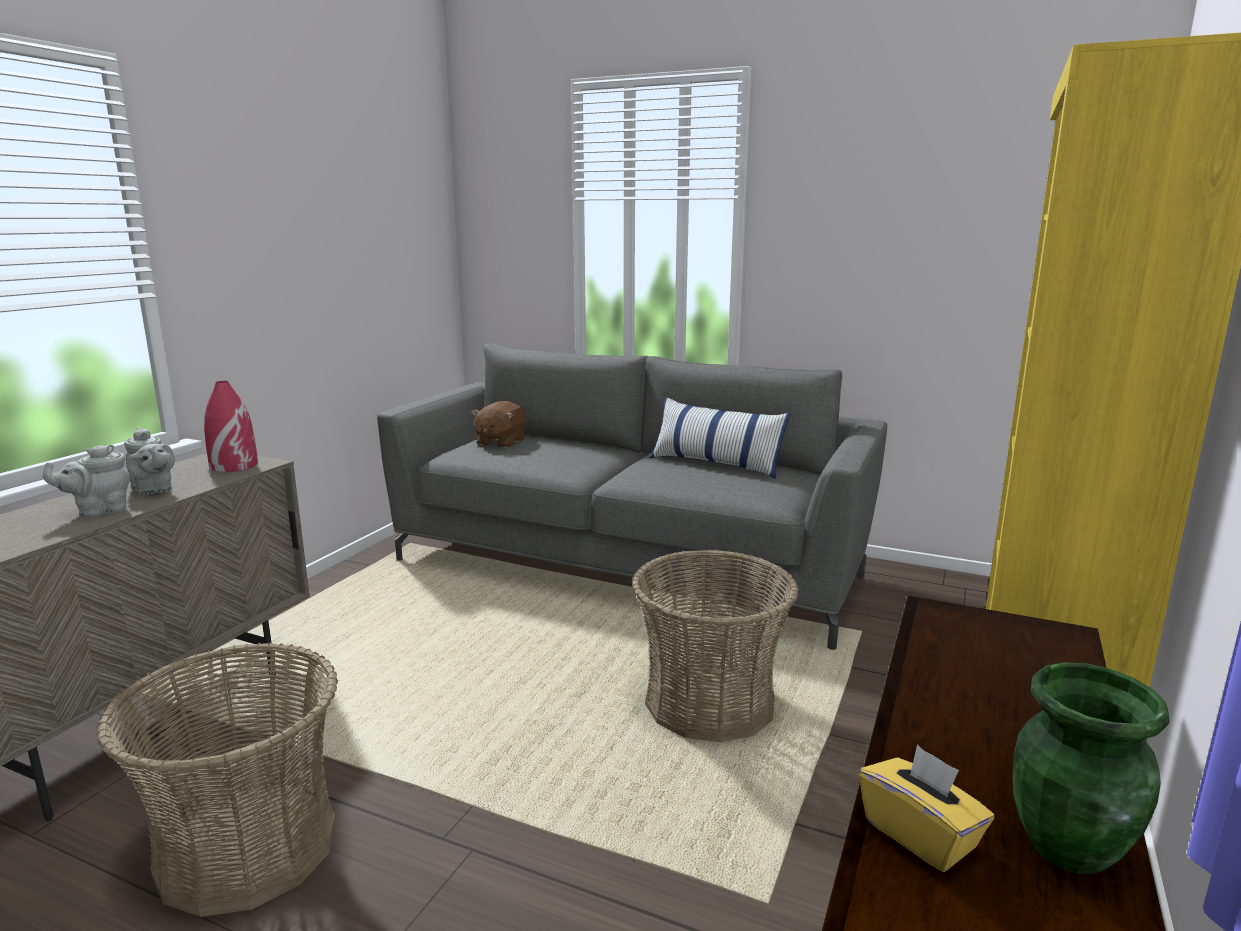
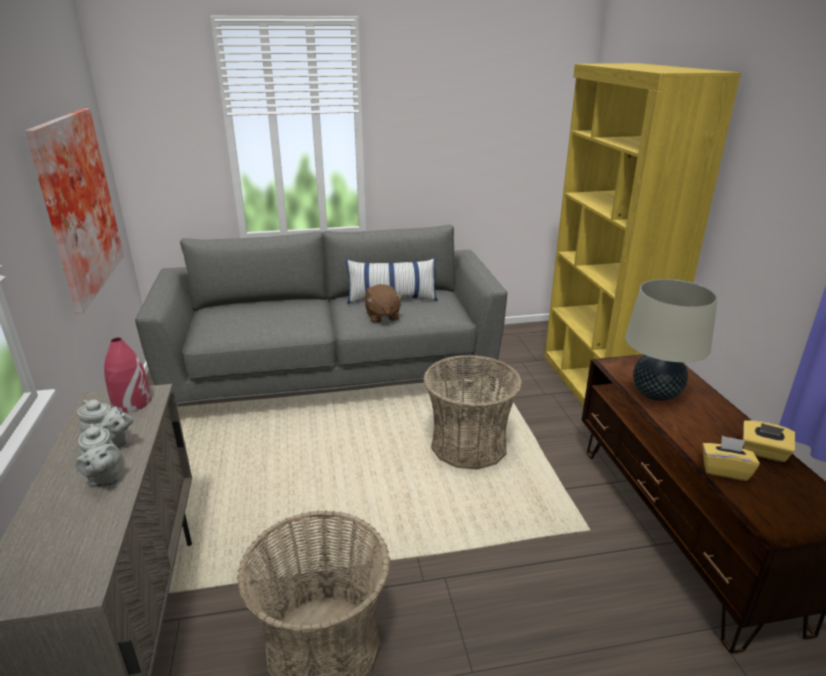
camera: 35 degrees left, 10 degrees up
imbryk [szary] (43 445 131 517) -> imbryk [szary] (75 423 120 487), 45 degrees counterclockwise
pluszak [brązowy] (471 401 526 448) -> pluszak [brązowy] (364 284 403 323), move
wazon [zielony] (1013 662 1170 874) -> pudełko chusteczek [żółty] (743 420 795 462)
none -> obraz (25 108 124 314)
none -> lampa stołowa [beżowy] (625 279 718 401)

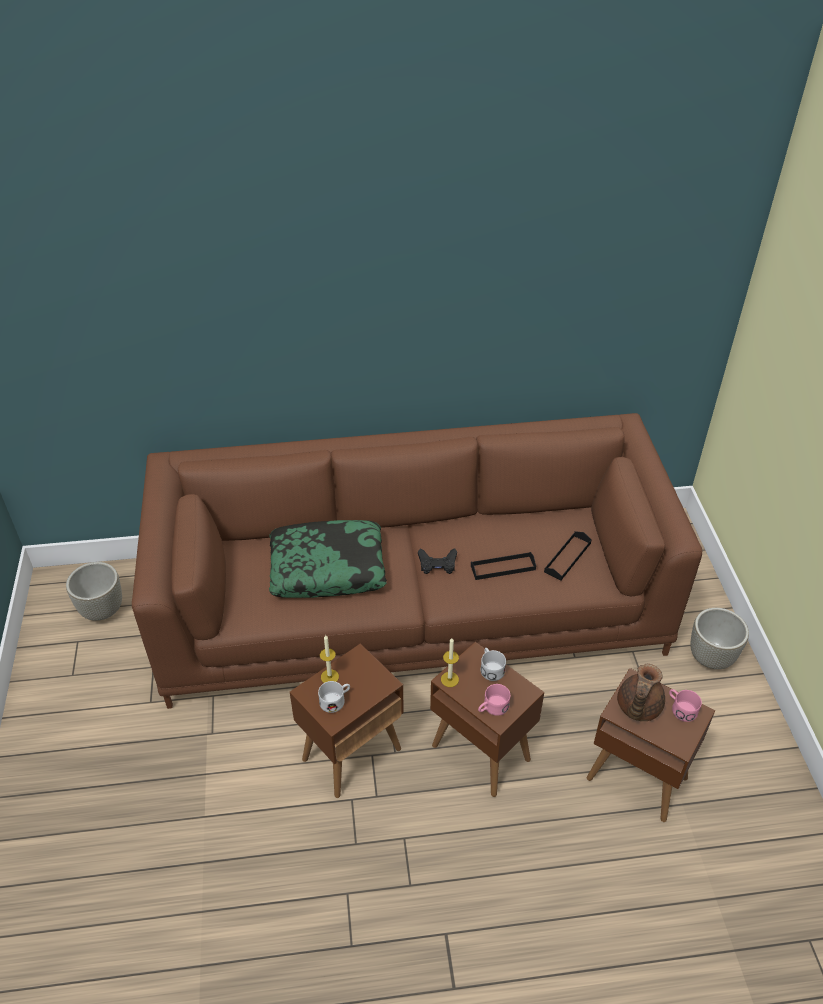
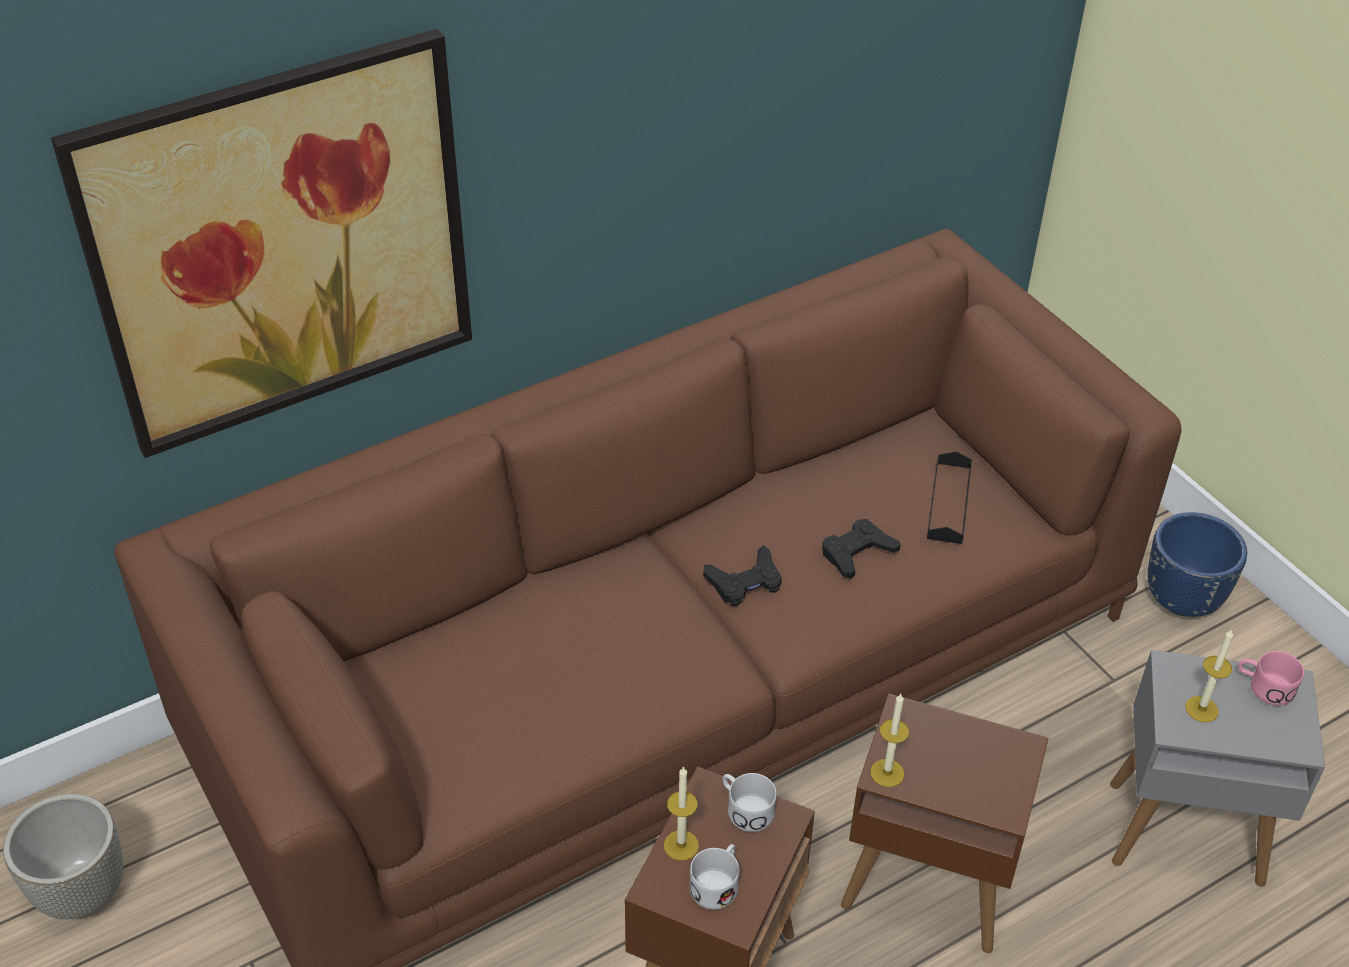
camera: 25 degrees left, 0 degrees up
poduszka (269 520 387 598) -> none
taca [czarny] (471 552 536 580) -> pad do gier [czarny] (822 519 901 579)
kubek [różowy] (478 684 510 716) -> none
kubek [biały] (481 648 506 681) -> kubek [biały] (722 773 777 832), move
stolik [brązowy] (587 668 715 822) -> stolik [szary] (1110 650 1325 887)
imbryk [brązowy] (617 664 665 721) -> świeca (1185 629 1233 722)
donica [szary] (690 608 749 669) -> donica [niebieski] (1148 512 1247 617)
none -> obraz (51 29 472 458)

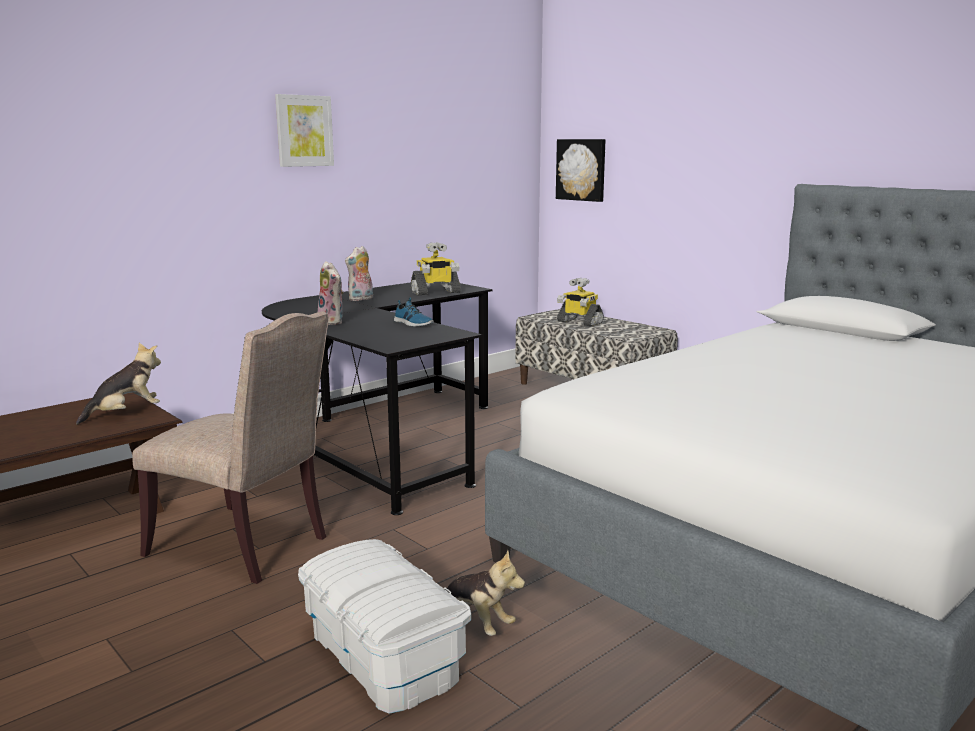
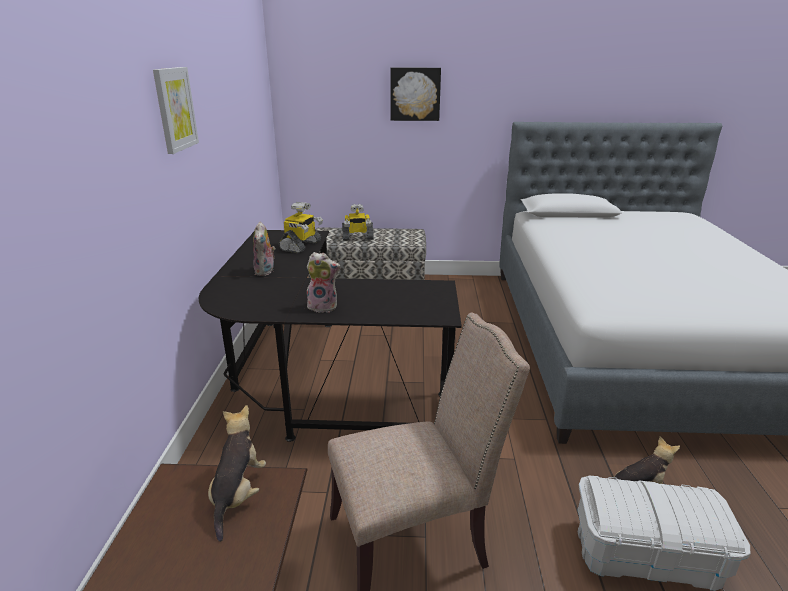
camera: 45 degrees left, 10 degrees up
but (394 297 434 327) -> none
obraz (556 139 605 202) -> obraz (390 68 441 121), move

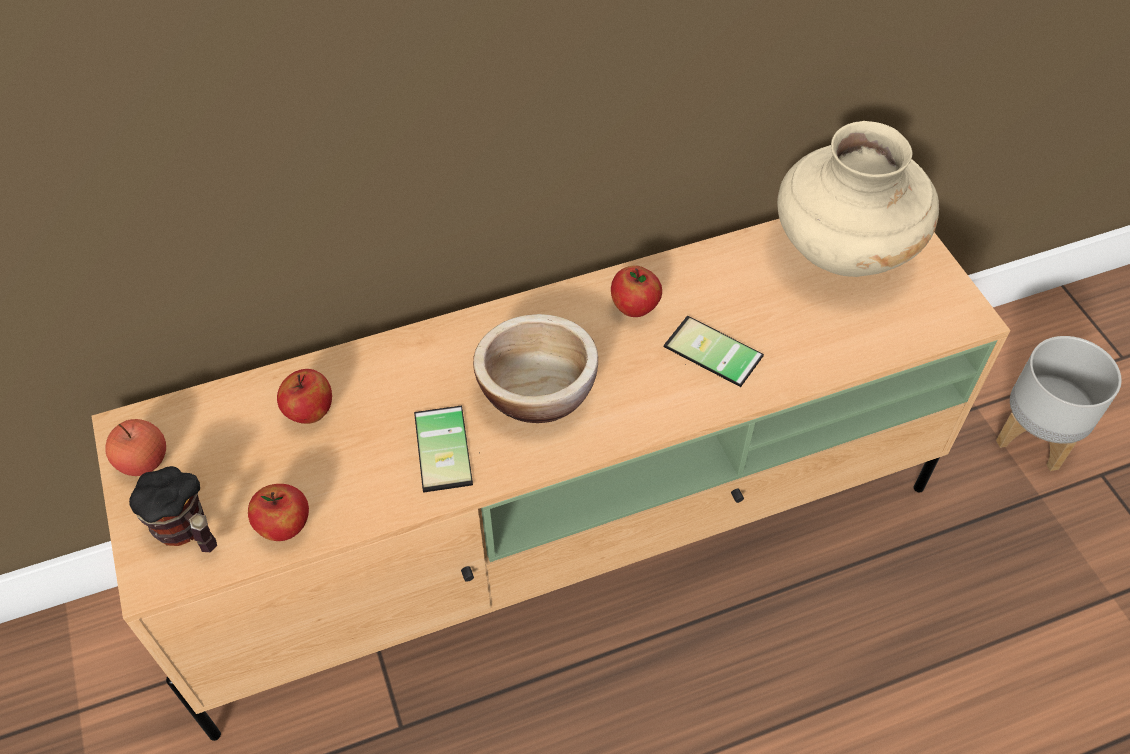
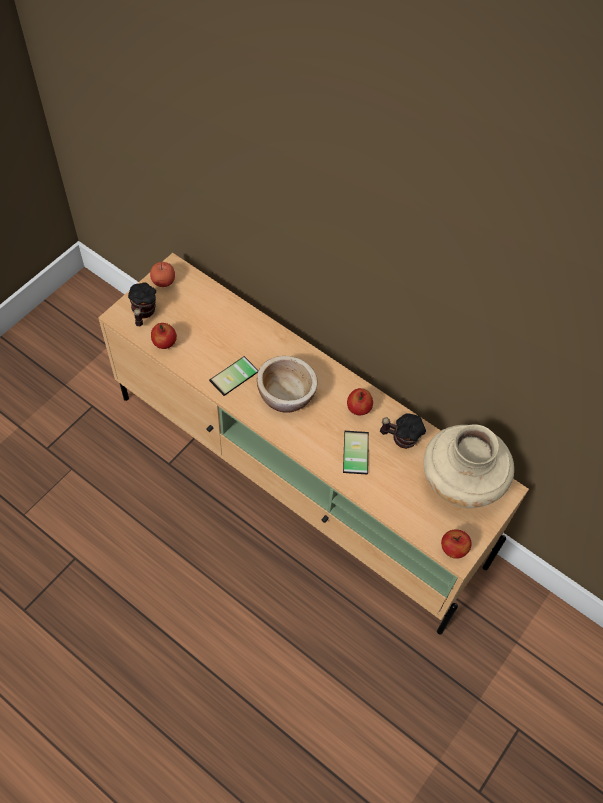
camera: 55 degrees right, 5 degrees up
jabłko (277 369 332 424) -> jabłko (441 530 472 559), move
donica [szary] (996 336 1122 471) -> none
none -> kubek (380 413 426 449)

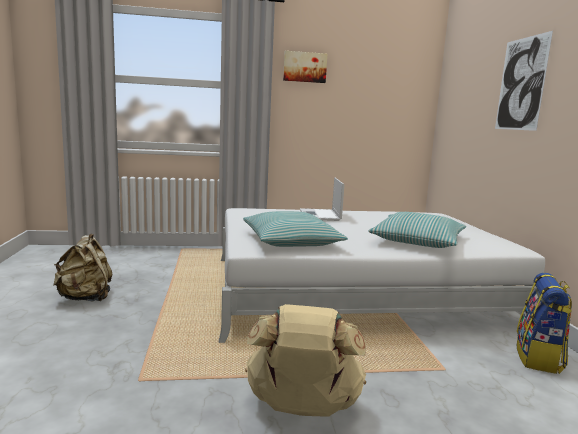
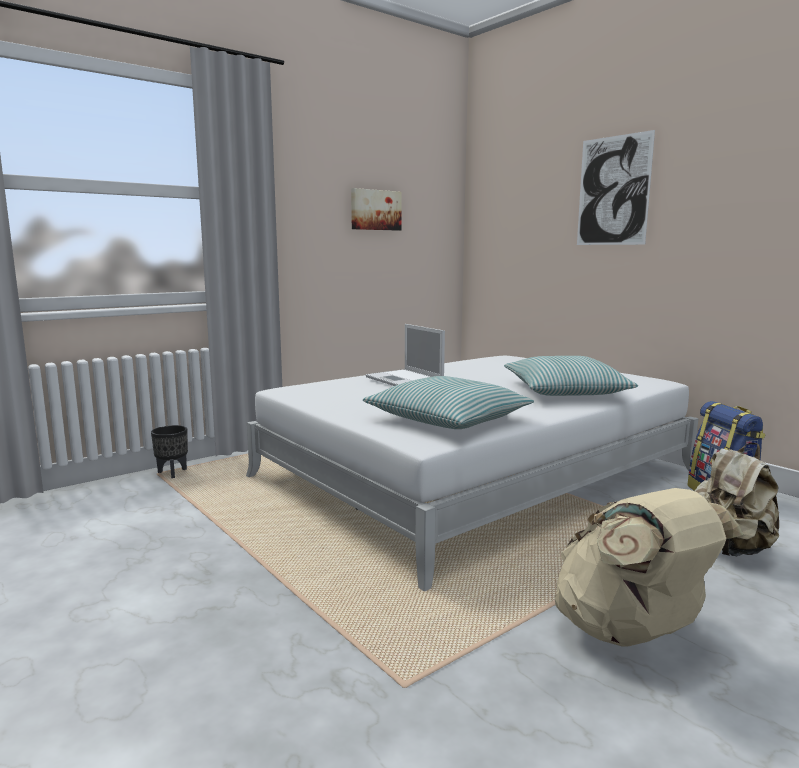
camera: 30 degrees left, 0 degrees up
plecak [beżowy] (53 234 113 301) -> plecak [beżowy] (695 443 779 556), move
obraz (283 51 327 83) -> obraz (351 188 402 231), move
none -> donica [czarny] (151 425 188 478)

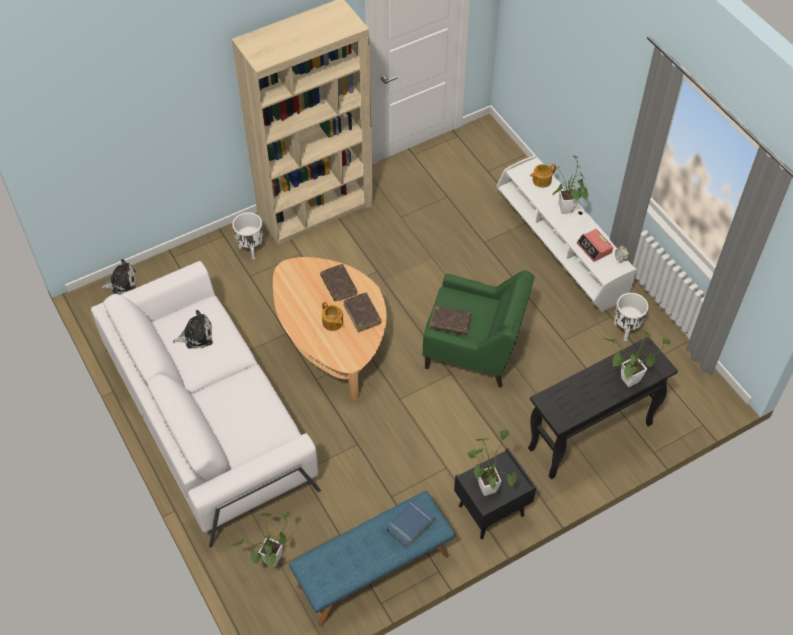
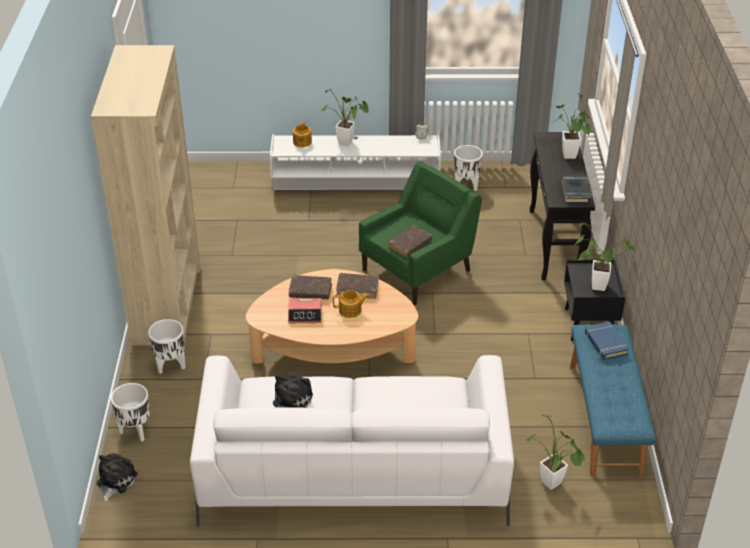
camera: 60 degrees left, 15 degrees down
budzik (577 229 613 262) -> budzik (288 298 322 323), move
none -> donica [biały] (111 383 150 442)
none -> książka [czarny] (561 175 591 204)

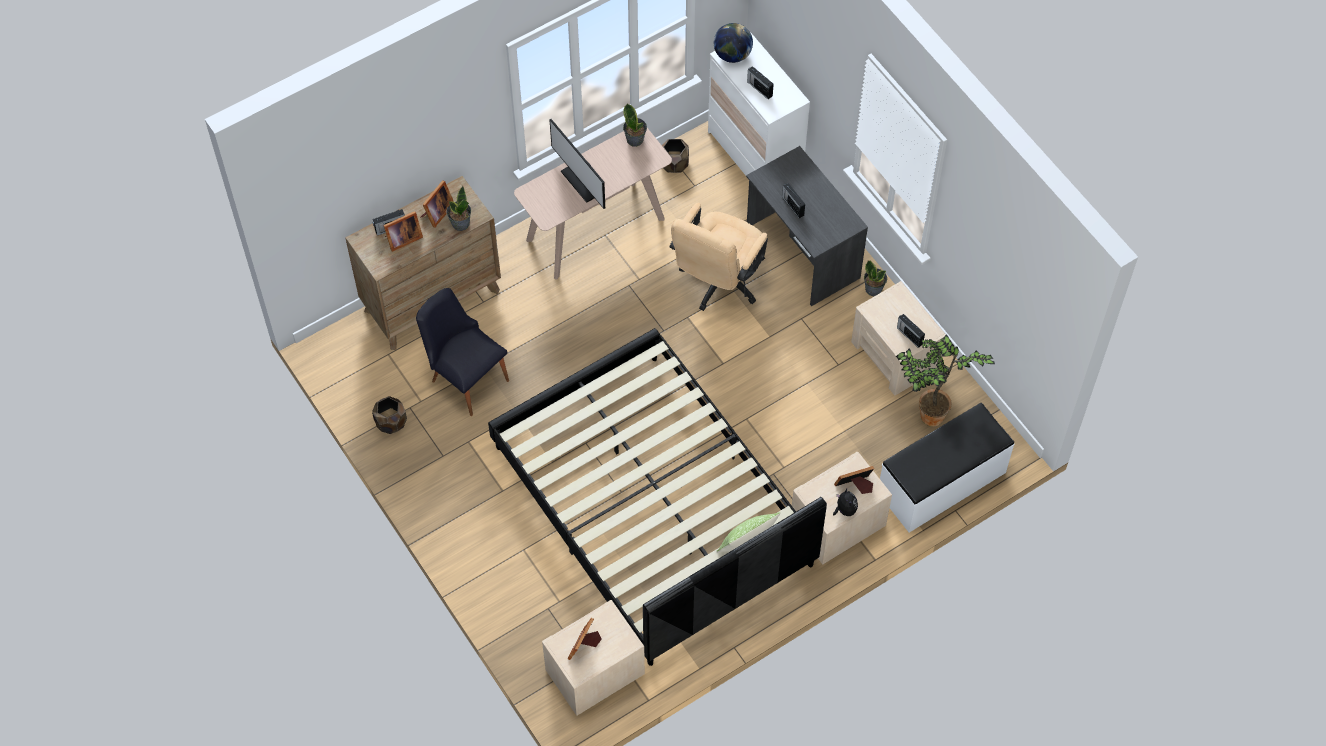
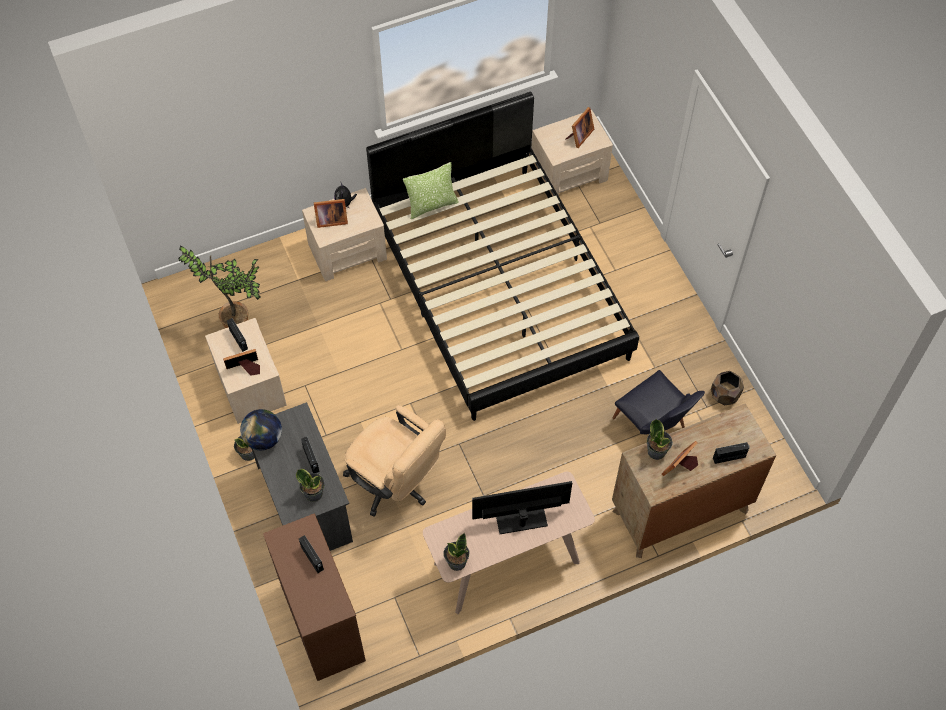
camera: 170 degrees left, 0 degrees up
ramka na zdjęcie (383 211 423 252) -> ramka na zdjęcie (223 349 260 376), move
monitor (549 119 605 209) -> monitor (472 481 572 534), 75 degrees counterclockwise
donica [brązowy] (662 139 689 173) -> none
krzesło biurowe [beżowy] (670 203 768 311) -> krzesło biurowe [beżowy] (343 405 446 517), 90 degrees clockwise
komoda [biały] (708 32 810 175) -> komoda [brązowy] (263 513 366 681)
globus (714 23 753 63) -> globus (240 409 282 450), move
ławka [biały] (880 403 1014 533) -> none
none -> roślina doniczkowa (296 469 324 502)

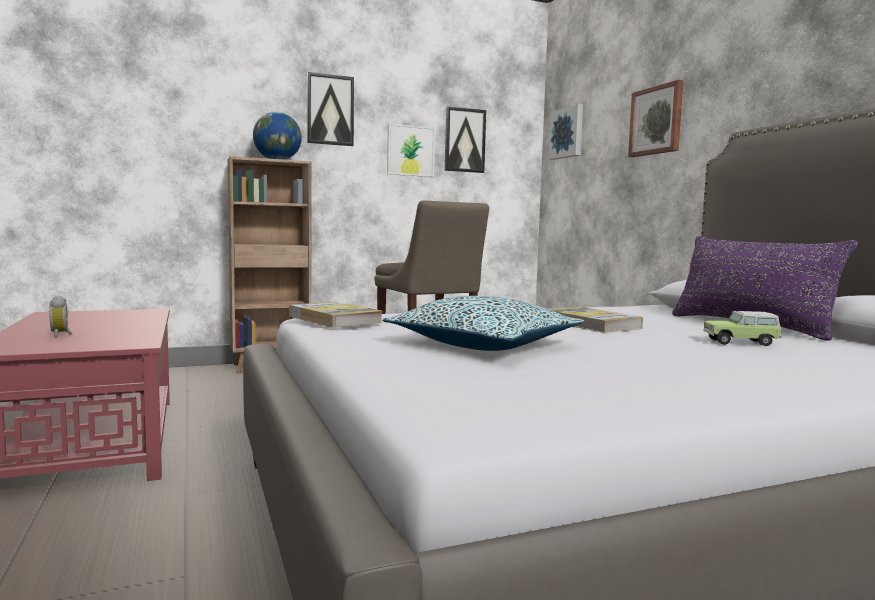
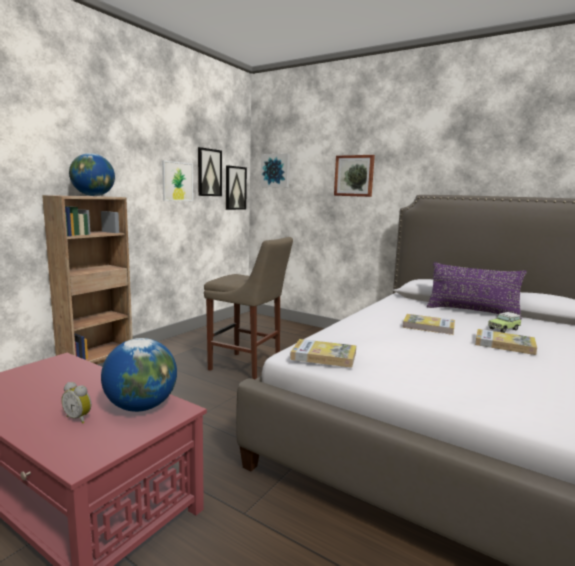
camera: 35 degrees left, 5 degrees up
obraz (307 72 354 146) -> obraz (226 165 247 210), move
poduszka (383 296 584 351) -> none
none -> globus (101 338 177 412)
none -> książka (475 329 537 355)

